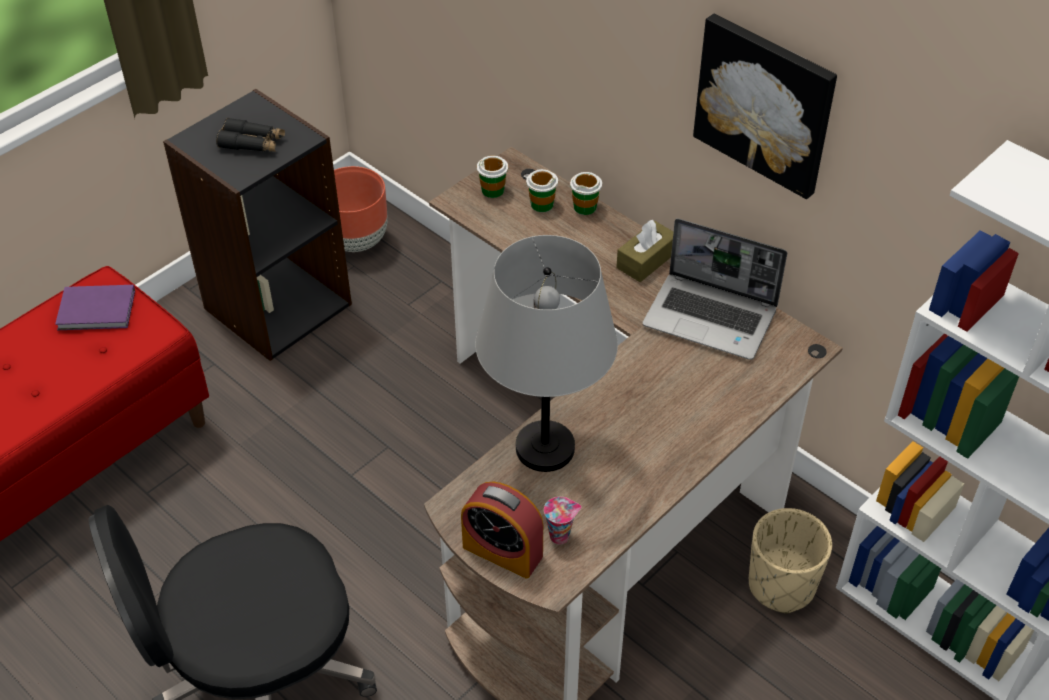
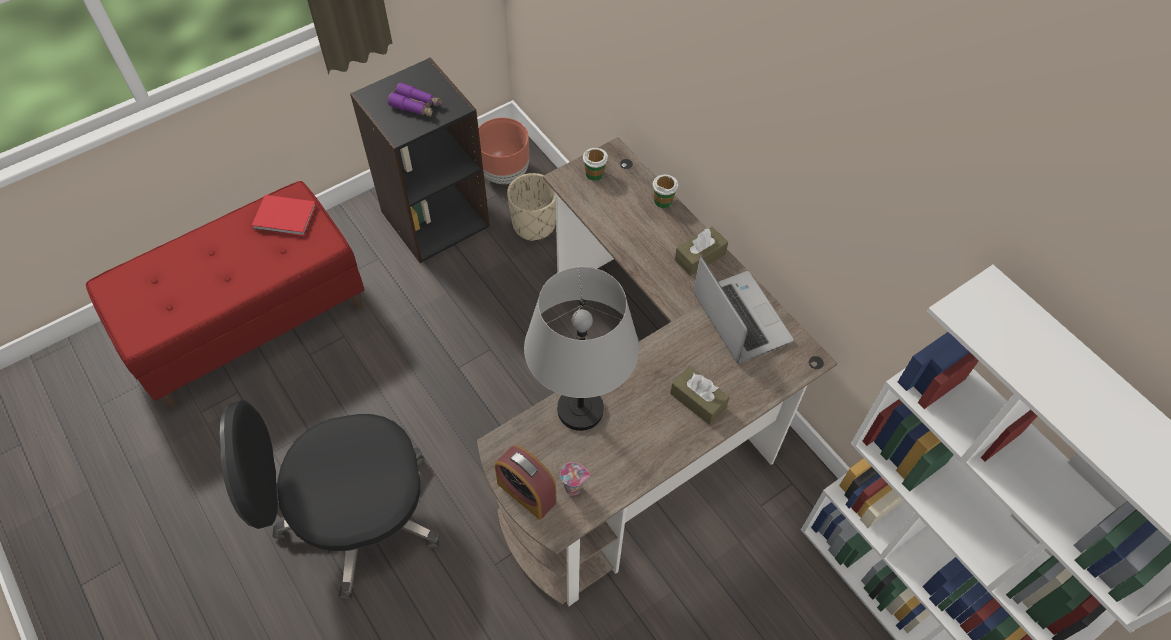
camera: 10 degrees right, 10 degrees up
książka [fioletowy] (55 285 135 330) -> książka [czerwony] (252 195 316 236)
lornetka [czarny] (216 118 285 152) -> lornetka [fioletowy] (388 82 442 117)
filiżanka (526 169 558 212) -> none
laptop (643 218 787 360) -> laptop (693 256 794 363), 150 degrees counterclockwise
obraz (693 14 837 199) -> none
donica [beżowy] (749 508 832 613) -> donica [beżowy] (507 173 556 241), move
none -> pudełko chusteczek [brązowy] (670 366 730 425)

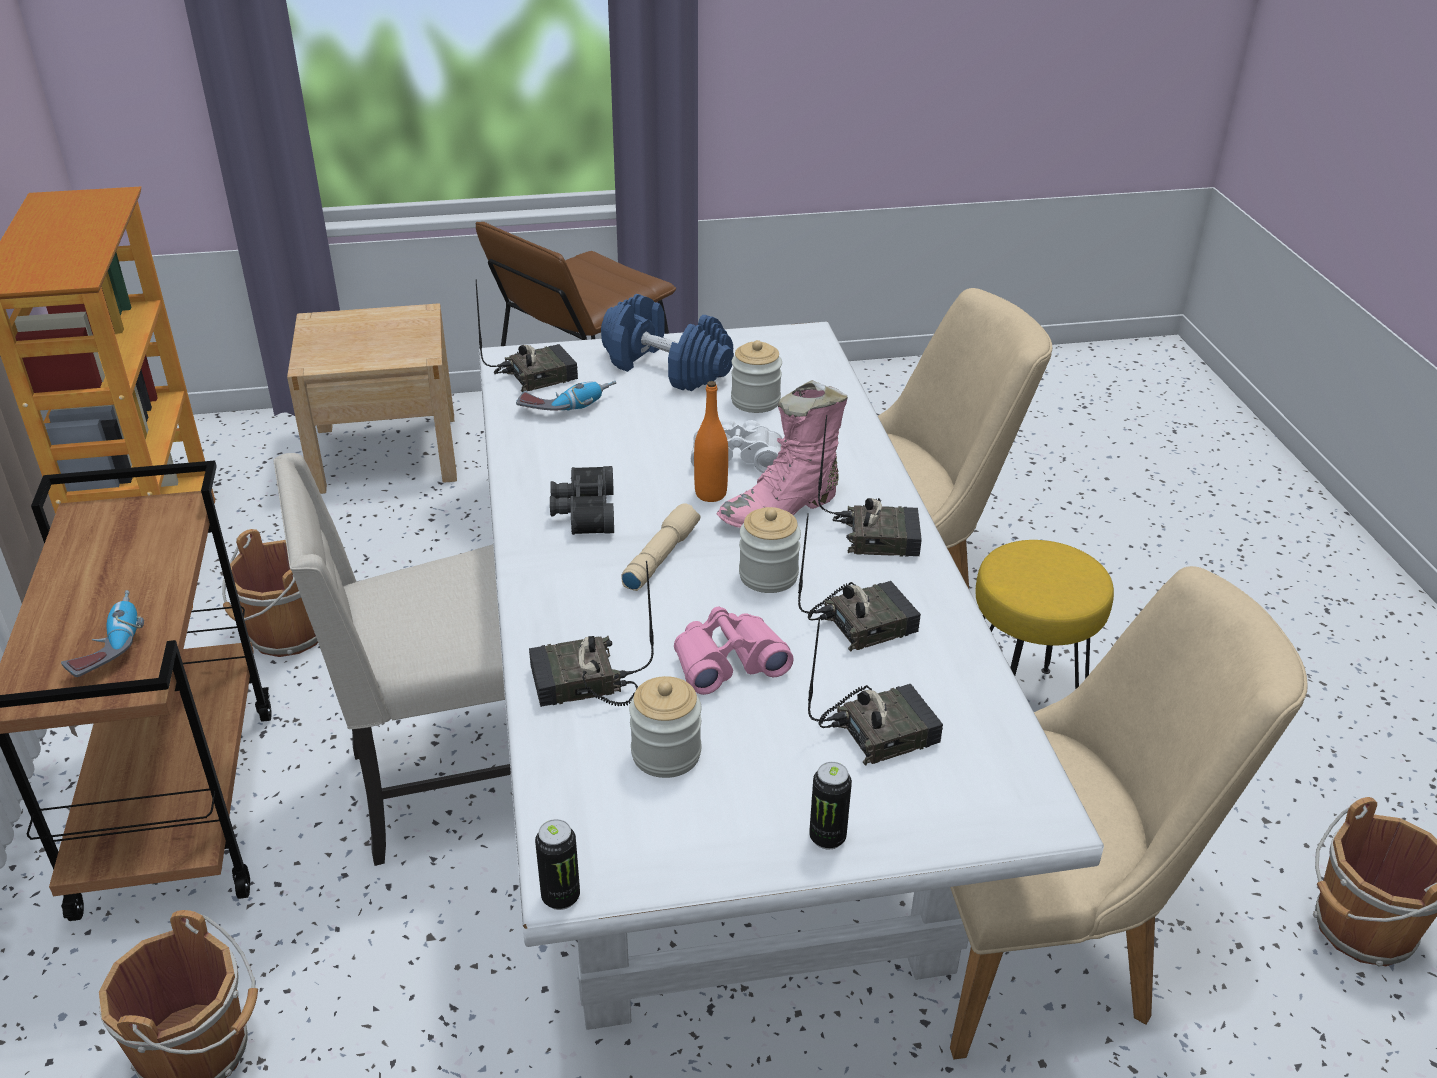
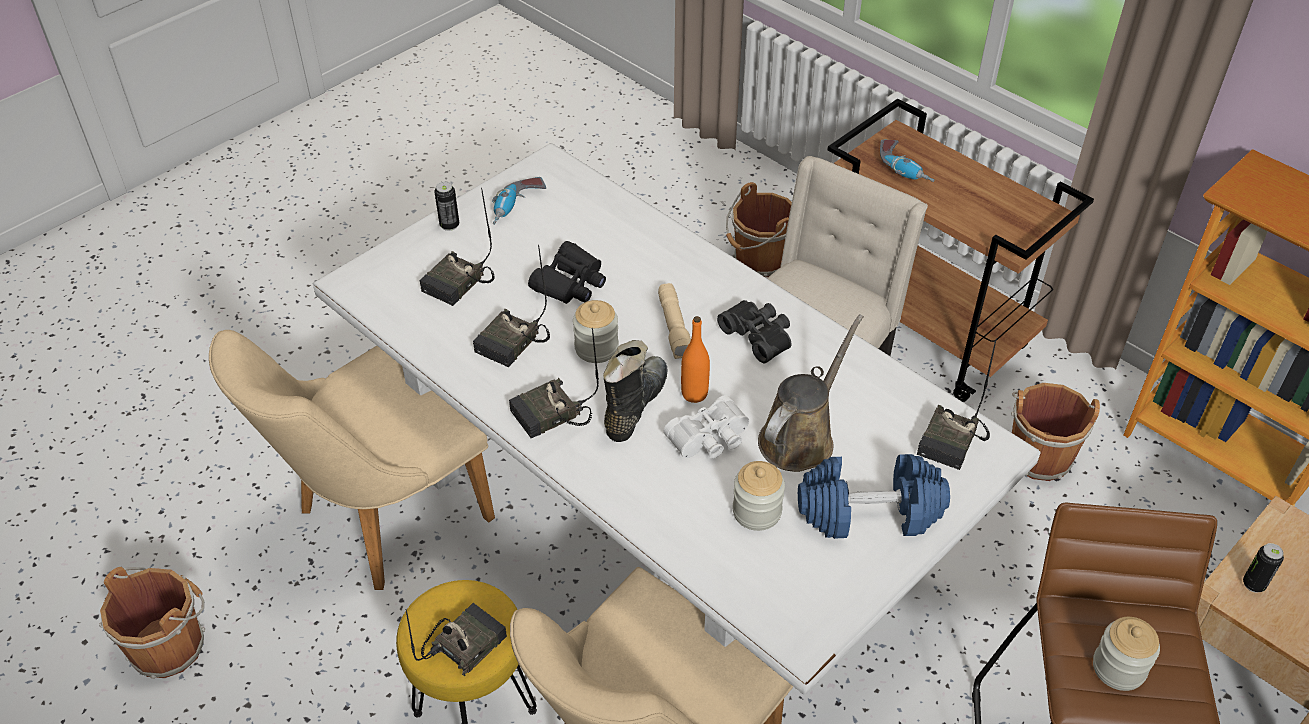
camera: 145 degrees right, 10 degrees up
wiertarka (516 381 616 411) -> wiertarka (492 177 546 225), move
radio (529 561 654 707) -> radio (406 603 507 676), move
puszka (535 819 580 910) -> puszka (1243 543 1284 593), move
słoik (629 676 702 778) -> słoik (1093 617 1160 691), move
lornetka [różowy] (674 607 794 695) -> lornetka [czarny] (528 241 606 304)
but z cholewką [różowy] (716 380 848 528) -> but z cholewką [czarny] (603 340 667 442)
none -> konewka [brązowy] (758 314 864 472)

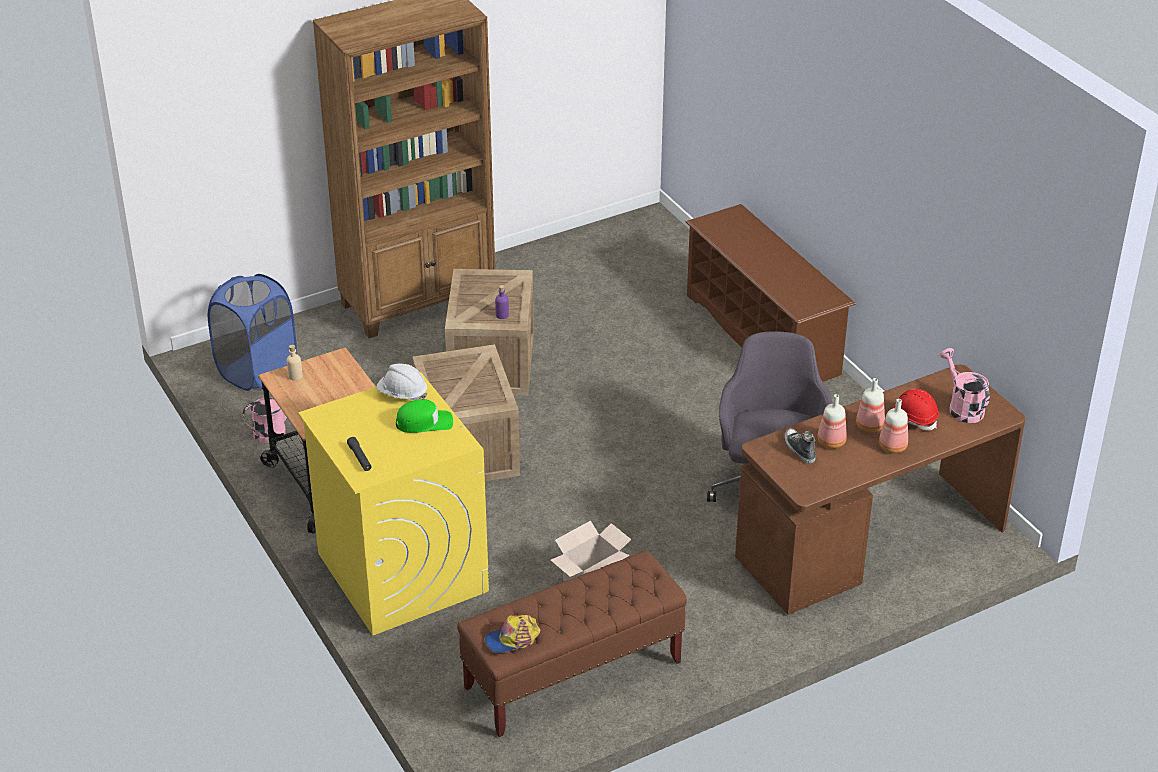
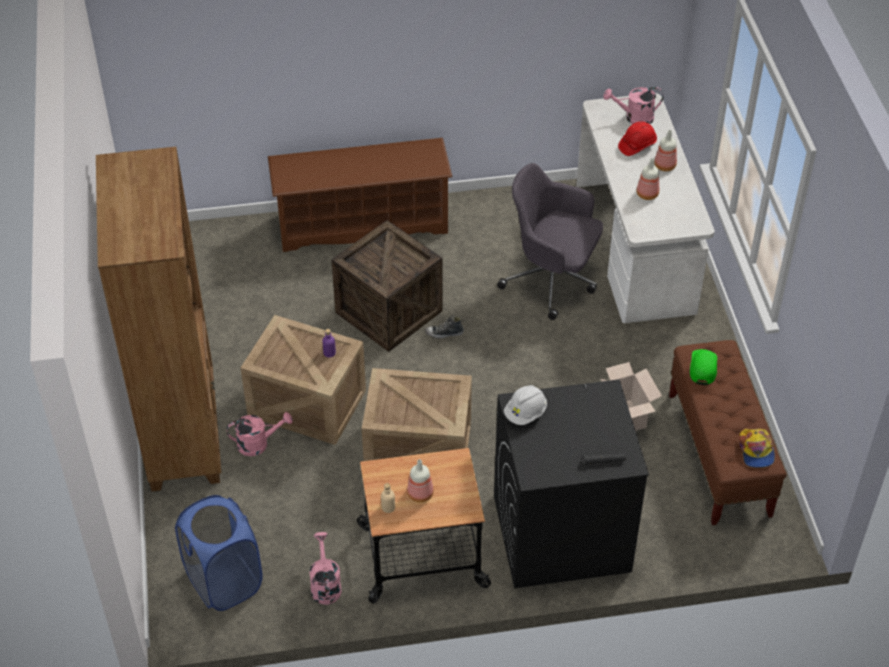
camera: 70 degrees left, 10 degrees up
pralka [żółty] (298 373 489 636) -> pralka [czarny] (494 379 649 588)
czapka z daszkiem [zielony] (396 399 453 433) -> czapka z daszkiem [zielony] (690 349 717 385), move
biurko [brązowy] (735 365 1025 615) -> biurko [biały] (576 93 715 323)
but (785 429 816 463) -> but (426 315 464 338), move
butelka (856 378 885 432) -> butelka (407 459 434 503), move
none -> konewka [różowy] (227 412 293 456)
none -> skrzynka (331 220 443 352)

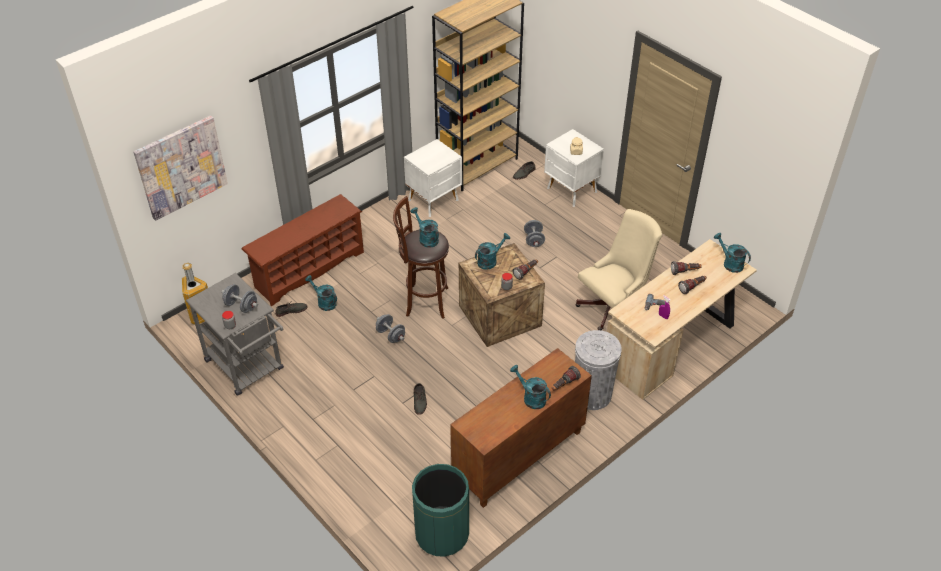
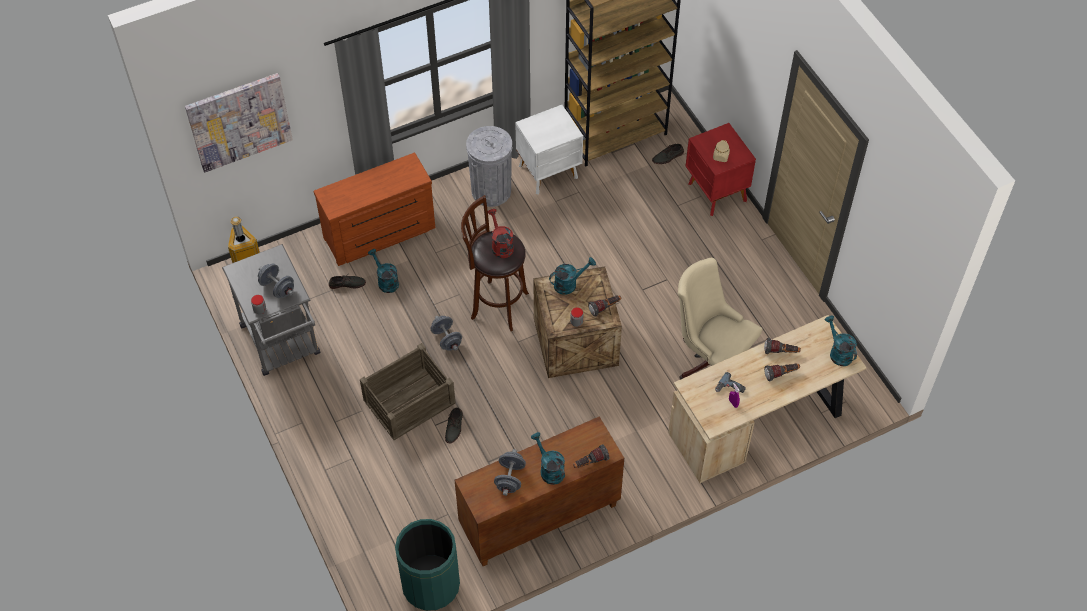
camera: 15 degrees right, 10 degrees up
regał na buty [brązowy] (241 194 364 306) -> komoda [brązowy] (314 153 435 266)
konewka [turkusowy] (410 207 439 248) -> konewka [czerwony] (488 209 514 258)
hantel [szary] (524 220 545 247) -> hantel [szary] (494 449 526 496), move
szafka nocna [biały] (544 129 604 207) -> szafka nocna [czerwony] (686 123 756 216)
krzesło biurowe [beżowy] (575 209 663 330) -> krzesło biurowe [beżowy] (678 258 763 379), 120 degrees counterclockwise
kosz na śmieci [szary] (575 330 622 410) -> kosz na śmieci [szary] (466 126 512 207), move
none -> skrzynka (360 343 456 440)

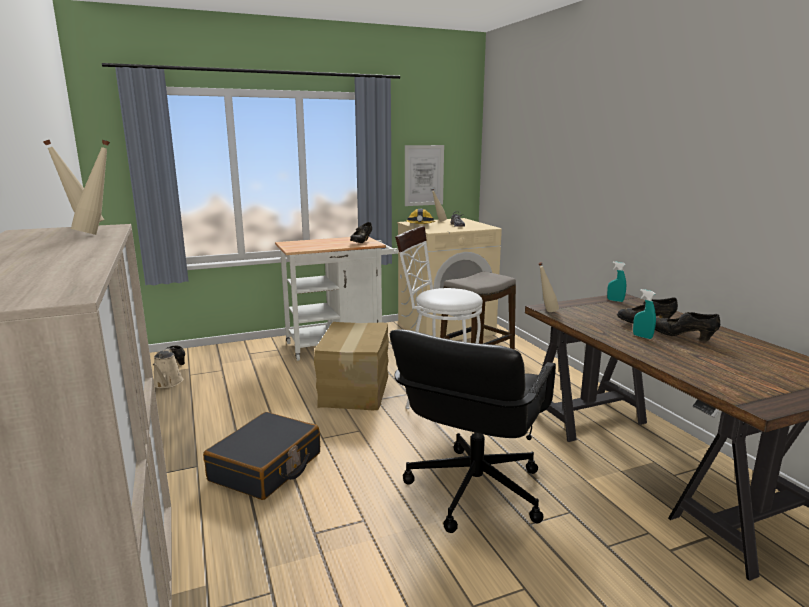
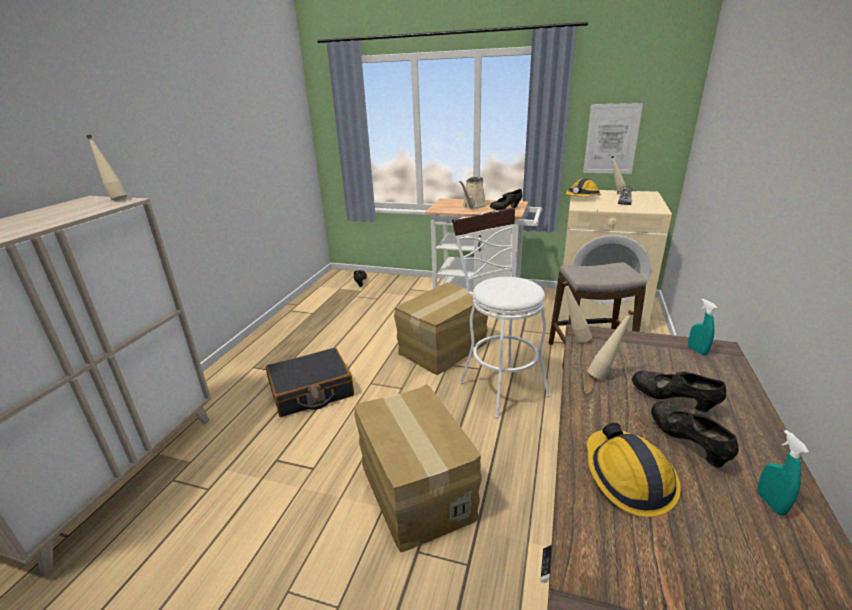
camera: 40 degrees right, 10 degrees up
butelka [beżowy] (71 140 110 235) -> butelka [beżowy] (587 310 634 380), move
konewka [beżowy] (153 348 183 388) -> konewka [beżowy] (459 177 487 209), move
krzesło biurowe [czarny] (390 329 556 533) -> karton (354 384 482 552)
spryskiwacz [turkusowy] (633 289 656 339) -> spryskiwacz [turkusowy] (757 430 809 516), move
none -> kask (587 423 681 517)

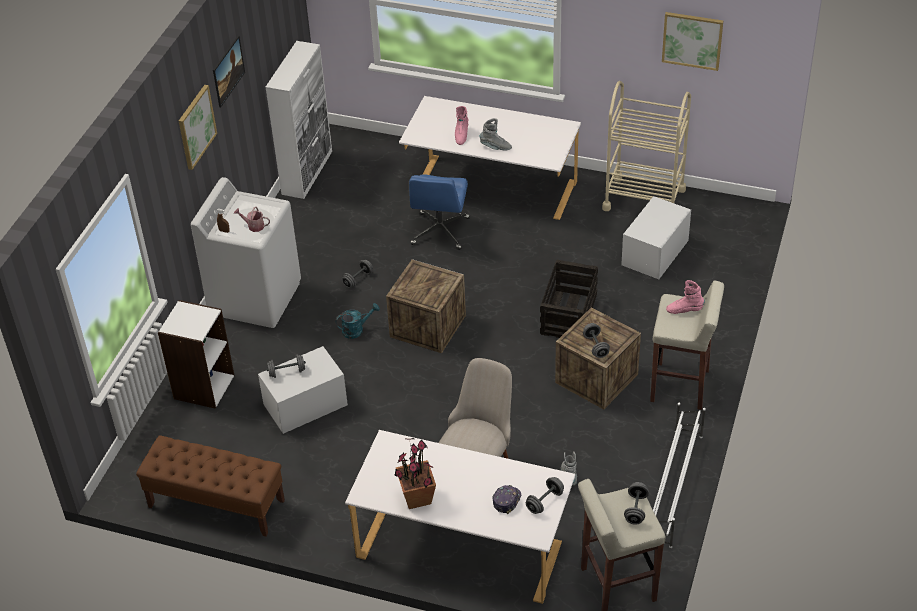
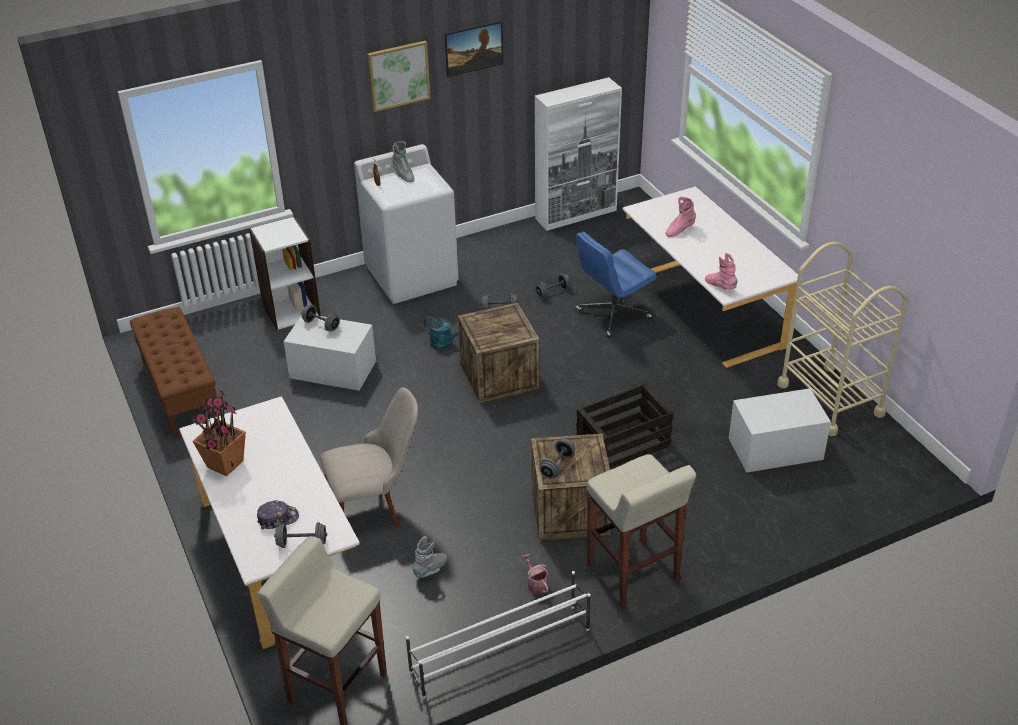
camera: 45 degrees right, 5 degrees down
konewka (234 207 270 232) -> konewka (522 553 548 594), move
but z cholewką [szary] (479 118 512 150) -> but z cholewką [szary] (392 141 414 182), move
hantel [szary] (624 482 649 525) -> hantel [szary] (535 274 571 298), move
obraz (662 12 723 71) -> none
but z cholewką [różowy] (666 280 705 314) -> but z cholewką [różowy] (705 253 737 290), move

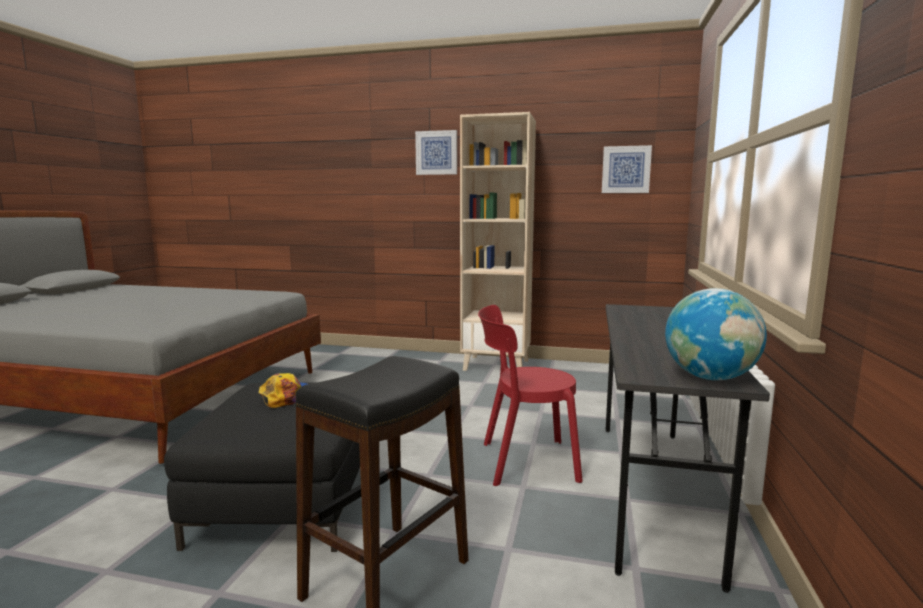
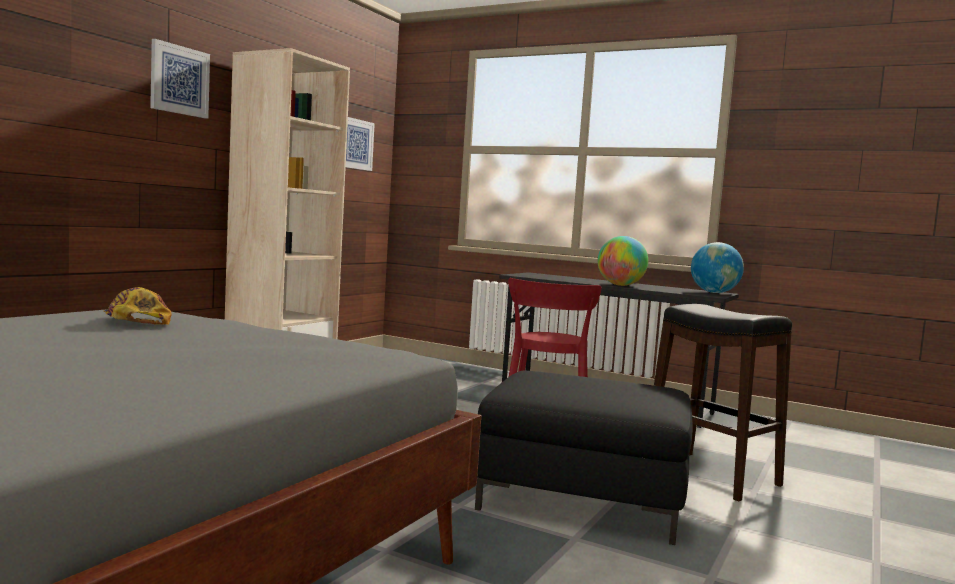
camera: 75 degrees left, 5 degrees down
czapka z daszkiem (259 373 307 408) -> czapka z daszkiem (104 287 172 325), move
none -> globus (598 236 648 286)

